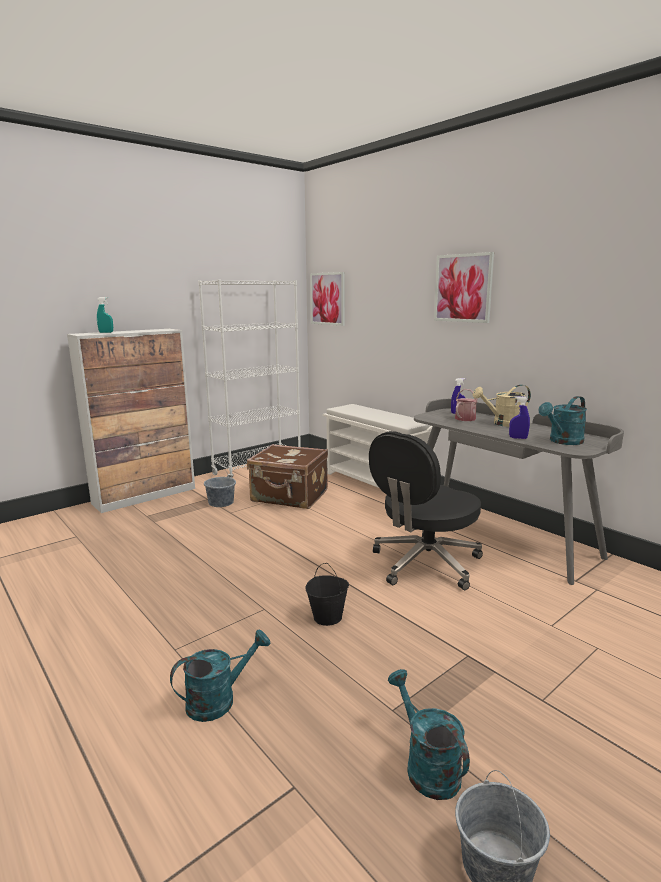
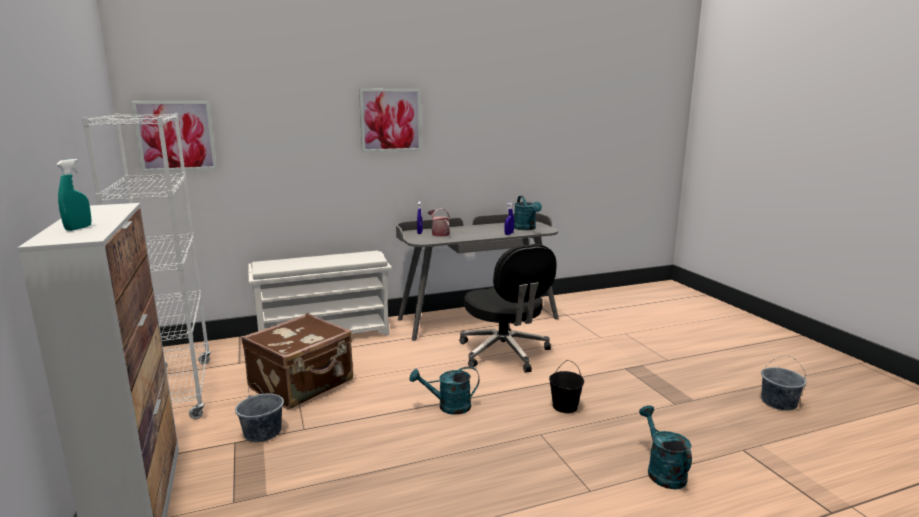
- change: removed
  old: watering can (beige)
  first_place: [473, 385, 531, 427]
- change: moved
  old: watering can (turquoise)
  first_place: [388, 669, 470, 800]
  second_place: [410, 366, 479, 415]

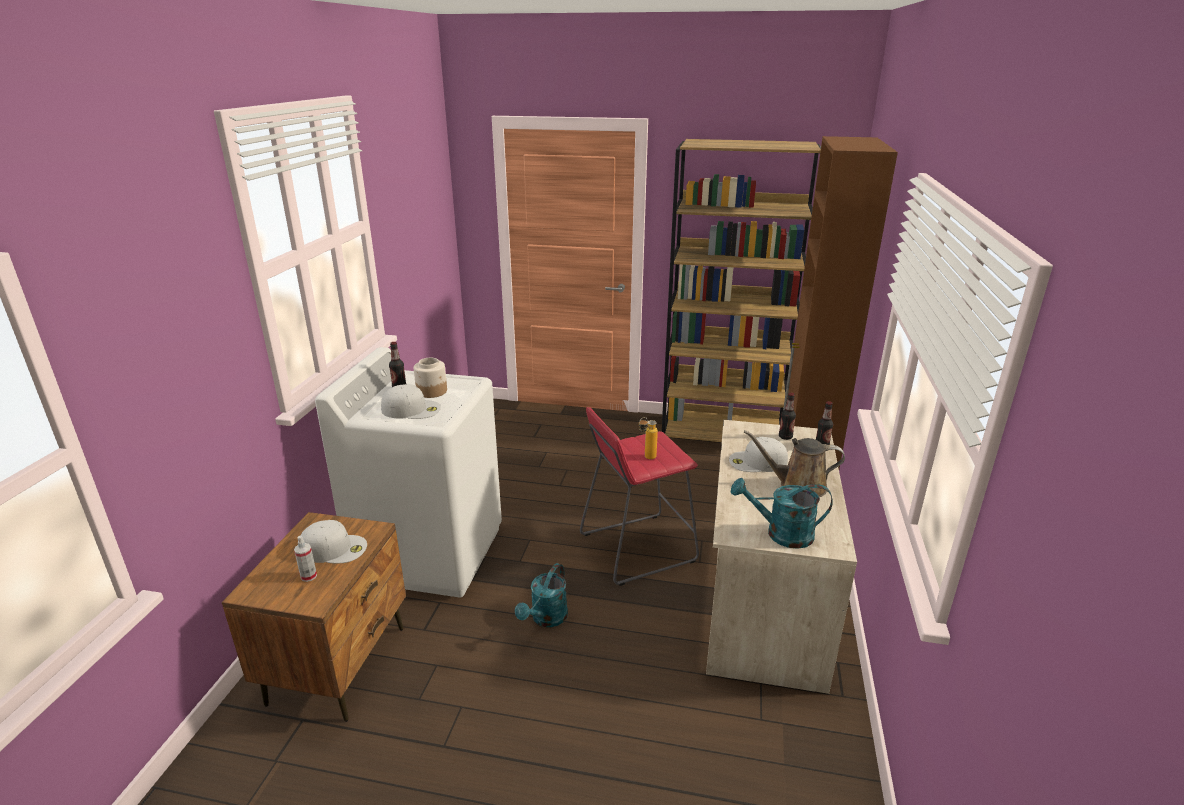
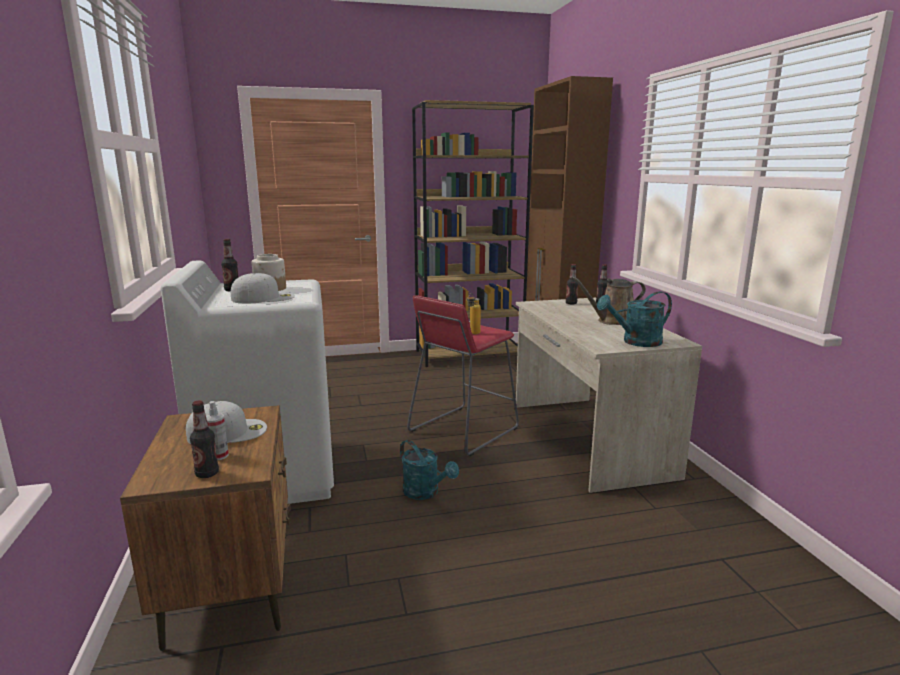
- change: removed
  old: cap (white)
  first_place: [729, 437, 788, 472]
- change: added
  new: bottle
  second_place: [190, 400, 219, 478]
- change: turned
  old: watering can (turquoise)
  first_place: [515, 563, 568, 627]
  second_place: [400, 440, 459, 500]
  degrees: -45

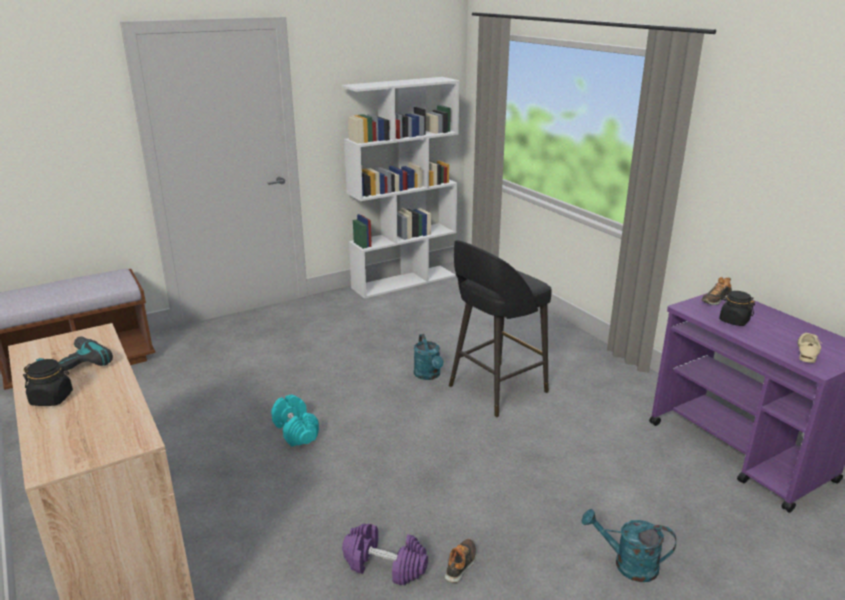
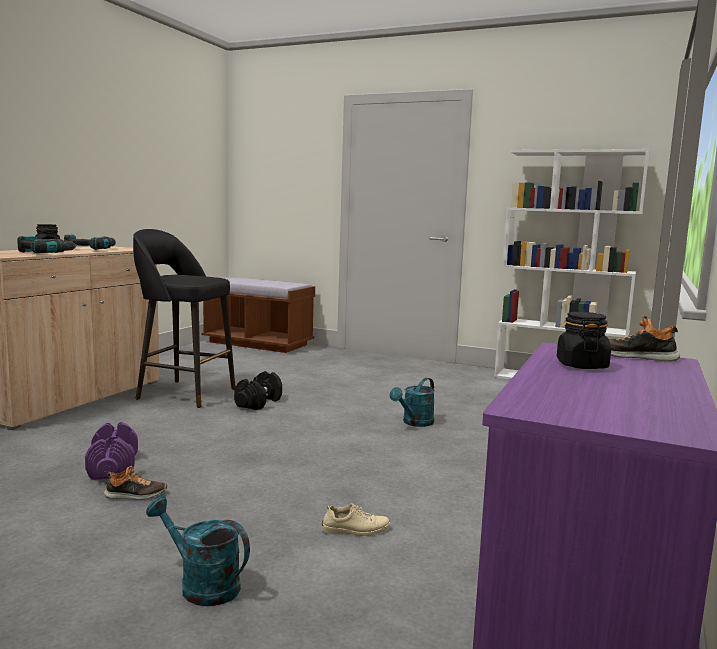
- change: added
  new: power drill
  second_place: [17, 236, 78, 253]
- change: moved
  old: stool (black)
  first_place: [449, 240, 552, 417]
  second_place: [133, 229, 236, 408]
- change: moved
  old: shoe (beige)
  first_place: [798, 333, 821, 363]
  second_place: [321, 503, 390, 536]
- change: recoloured
  old: dumbbell (turquoise)
  new: dumbbell (black)
  first_place: [271, 395, 319, 447]
  second_place: [234, 371, 282, 410]
- change: turned
  old: watering can (turquoise)
  first_place: [582, 509, 676, 582]
  second_place: [146, 496, 250, 606]
  degrees: -45

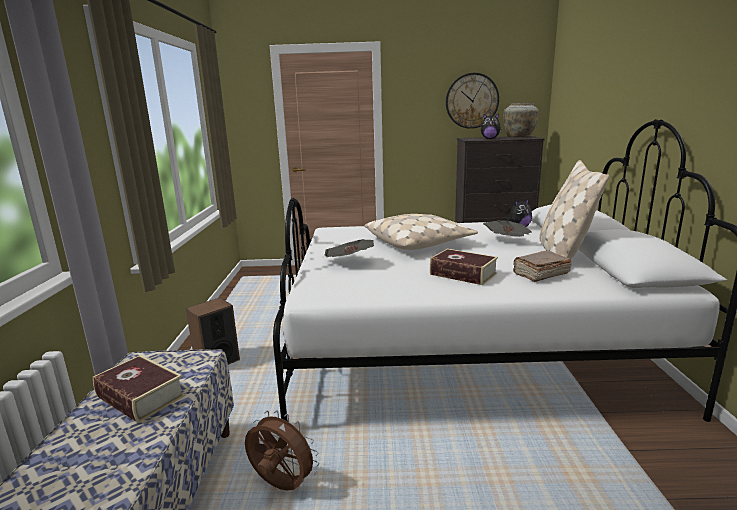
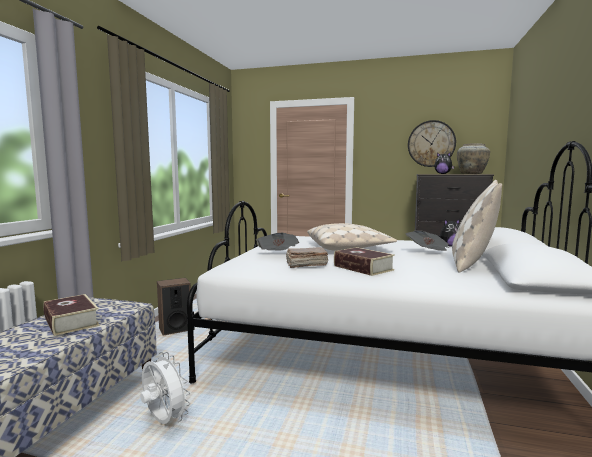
- change: moved
  old: book (brown)
  first_place: [513, 251, 572, 282]
  second_place: [286, 247, 328, 268]
- change: recoloured
  old: fan (brown)
  new: fan (white)
  first_place: [245, 410, 319, 491]
  second_place: [140, 352, 190, 424]

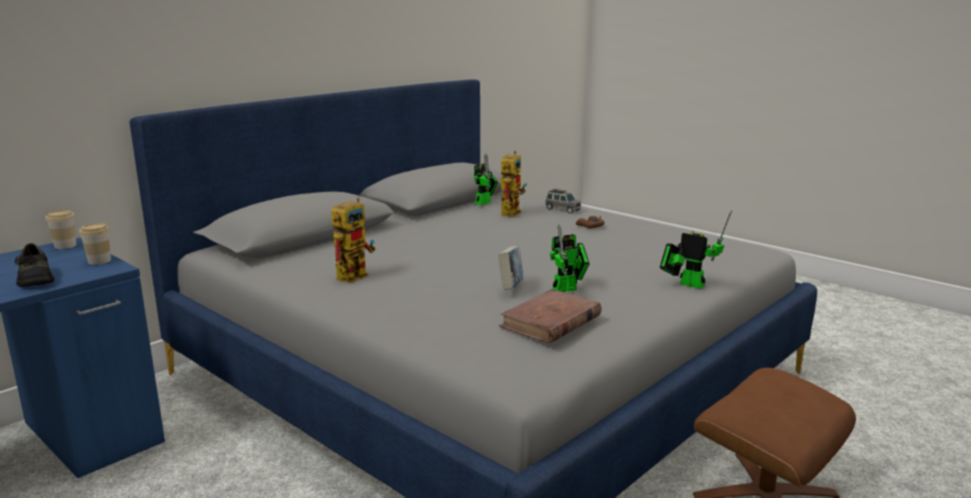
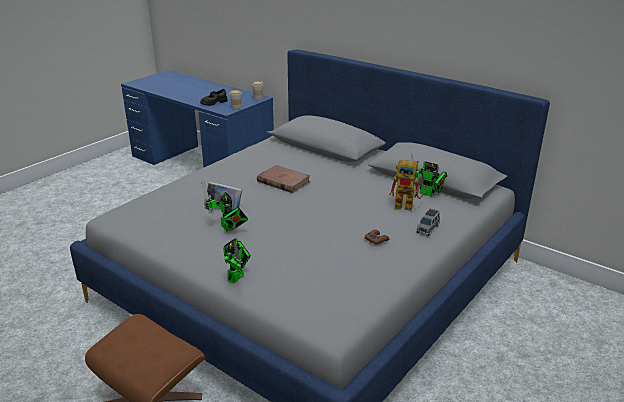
- change: removed
  old: toy robot
  first_place: [331, 197, 376, 283]
- change: moved
  old: book (brown)
  first_place: [499, 289, 602, 344]
  second_place: [257, 165, 310, 193]

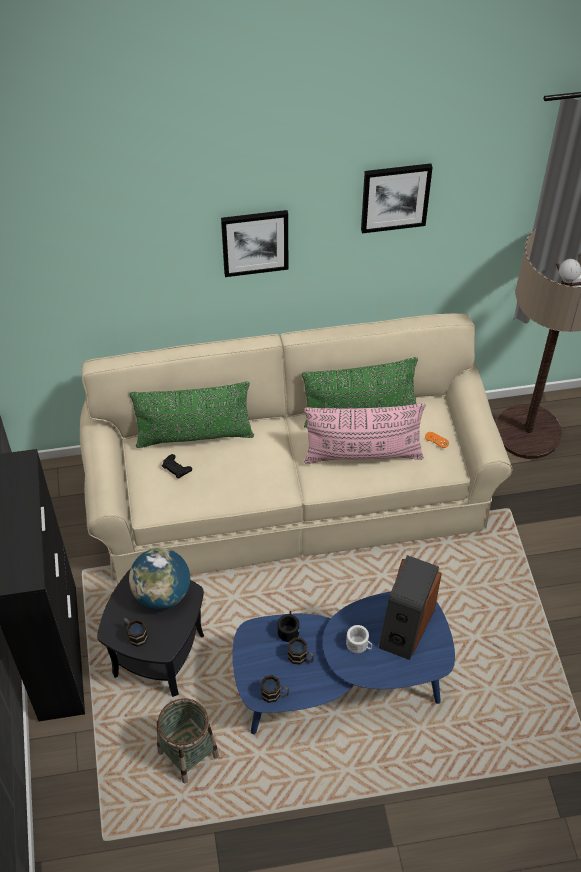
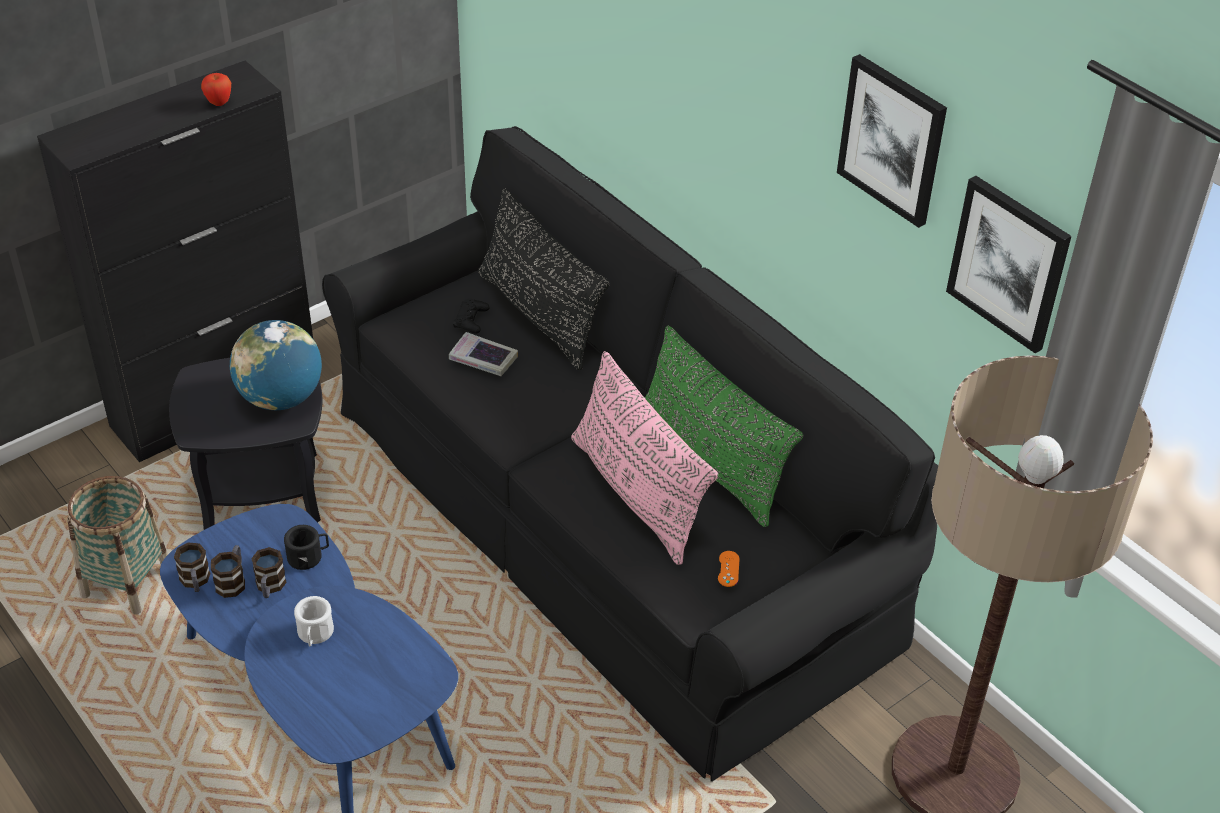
- change: removed
  old: speaker
  first_place: [379, 555, 442, 660]
- change: added
  new: apple
  second_place: [201, 73, 231, 106]
- change: added
  new: book
  second_place: [449, 332, 518, 376]
- change: moved
  old: mug
  first_place: [123, 618, 148, 647]
  second_place: [211, 545, 245, 598]
- change: moved
  old: picture
  first_place: [221, 210, 288, 277]
  second_place: [946, 176, 1072, 354]
- change: recoloured
  old: sofa (beige)
  new: sofa (black)
  first_place: [80, 314, 512, 585]
  second_place: [322, 126, 938, 782]
- change: recoloured
  old: pillow (green)
  new: pillow (black)
  first_place: [129, 382, 254, 448]
  second_place: [478, 188, 610, 370]

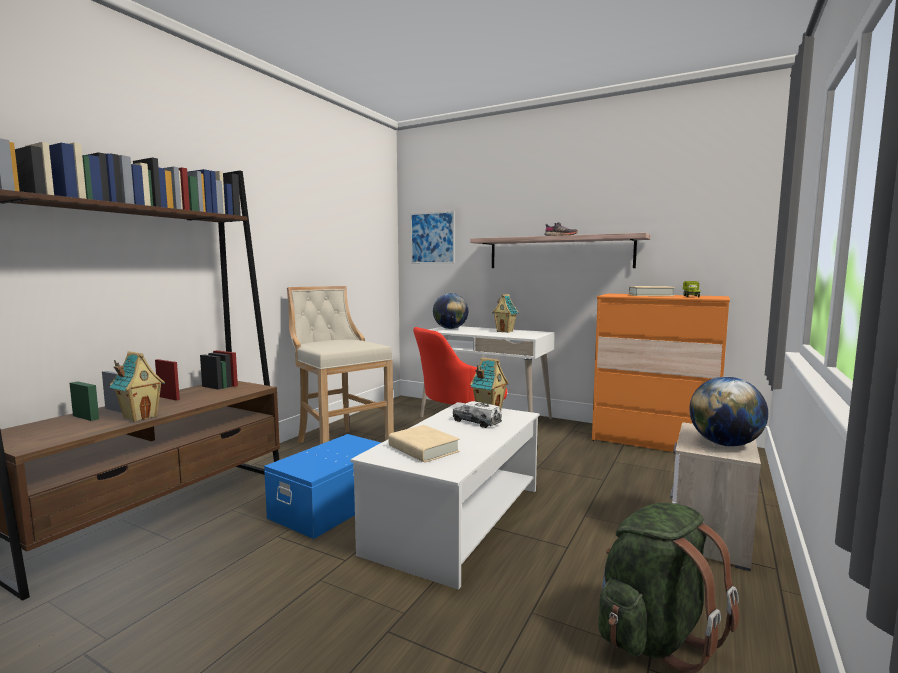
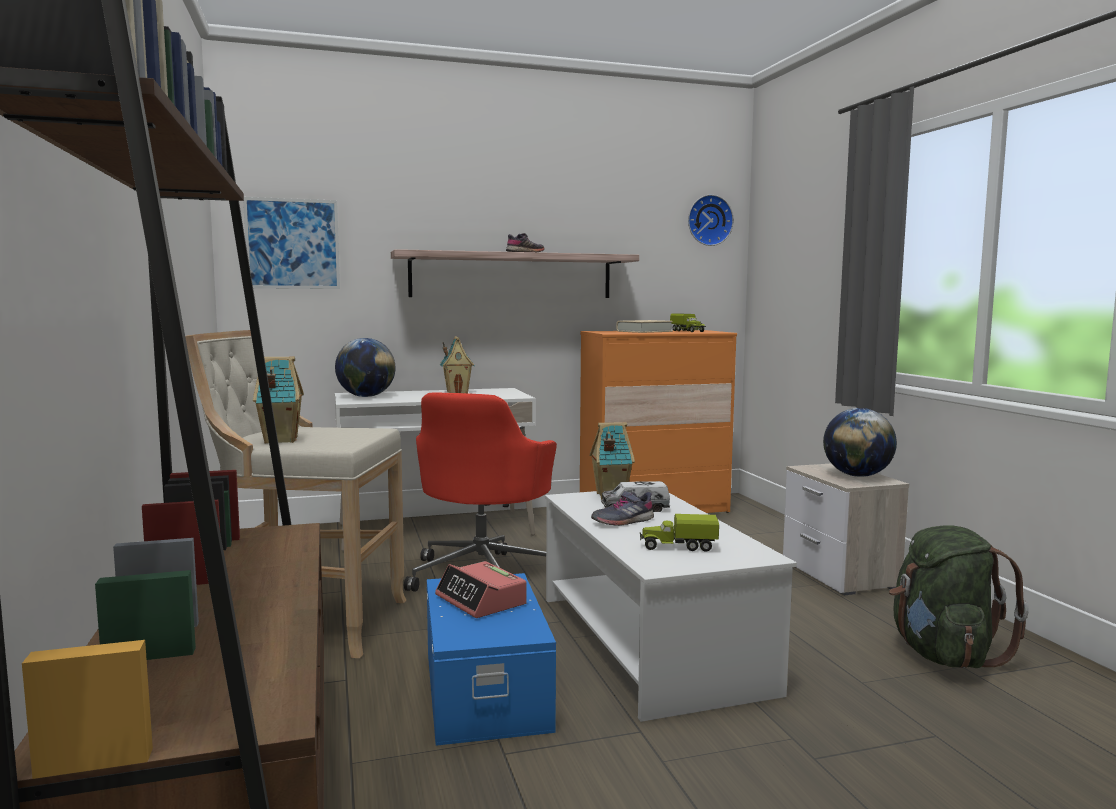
- change: added
  new: alarm clock
  second_place: [435, 561, 527, 618]
- change: added
  new: shoe (grey)
  second_place: [591, 491, 654, 526]
- change: added
  new: wall clock
  second_place: [688, 195, 734, 246]
- change: moved
  old: toy house
  first_place: [109, 351, 165, 422]
  second_place: [253, 356, 304, 444]
- change: replaced
  old: book (beige)
  new: toy truck
  first_place: [388, 425, 459, 463]
  second_place: [640, 514, 719, 552]

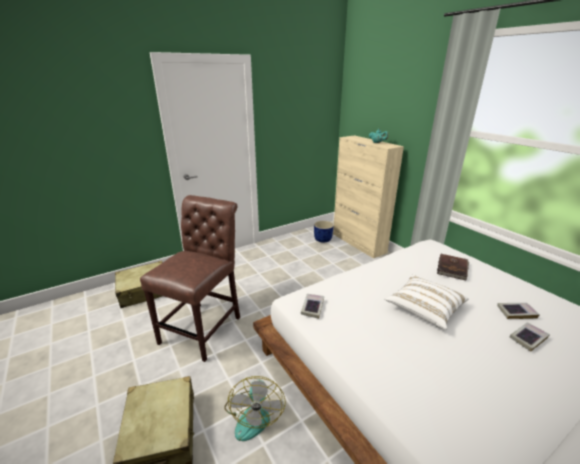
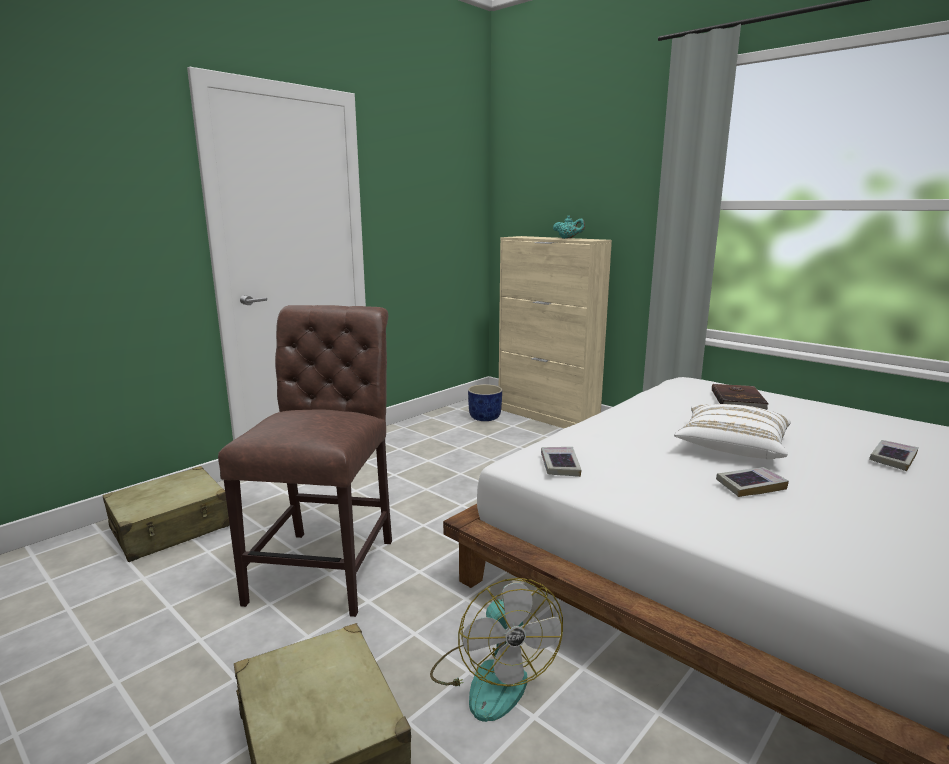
- change: moved
  old: book
  first_place: [497, 303, 540, 319]
  second_place: [716, 467, 789, 497]

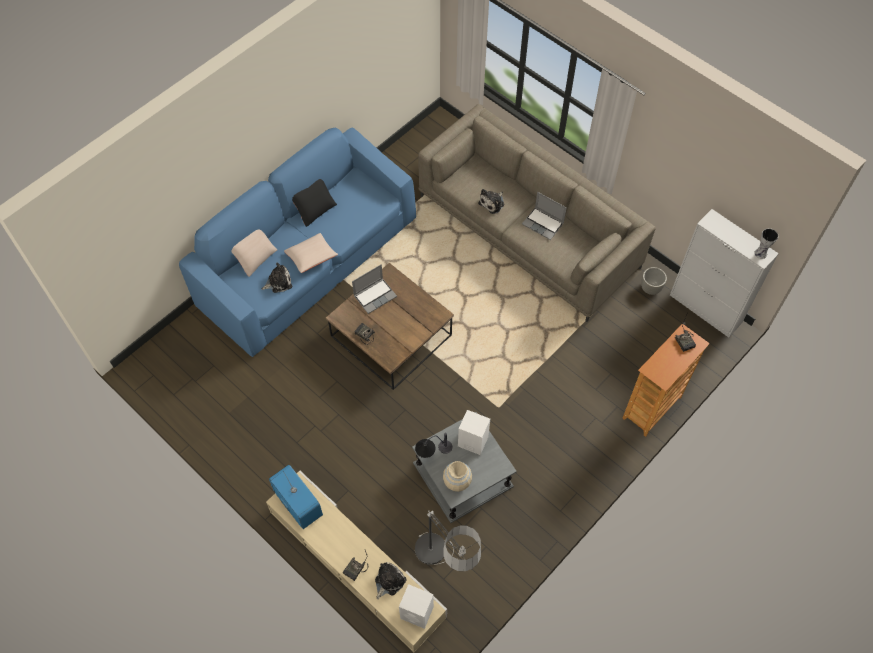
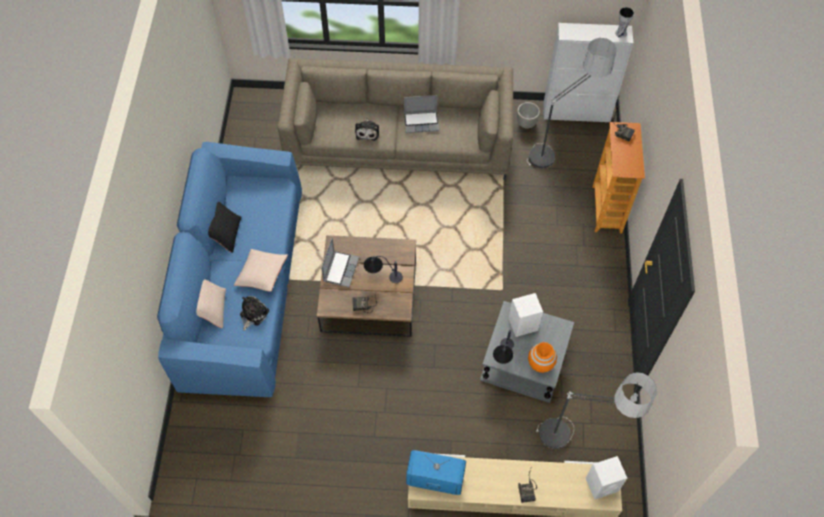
- change: removed
  old: plush toy
  first_place: [375, 562, 407, 599]
- change: added
  new: table lamp
  second_place: [364, 256, 403, 283]
- change: added
  new: floor lamp
  second_place: [527, 38, 616, 168]
- change: recoloured
  old: vase (beige)
  new: vase (orange)
  first_place: [443, 461, 472, 492]
  second_place: [528, 342, 557, 373]

